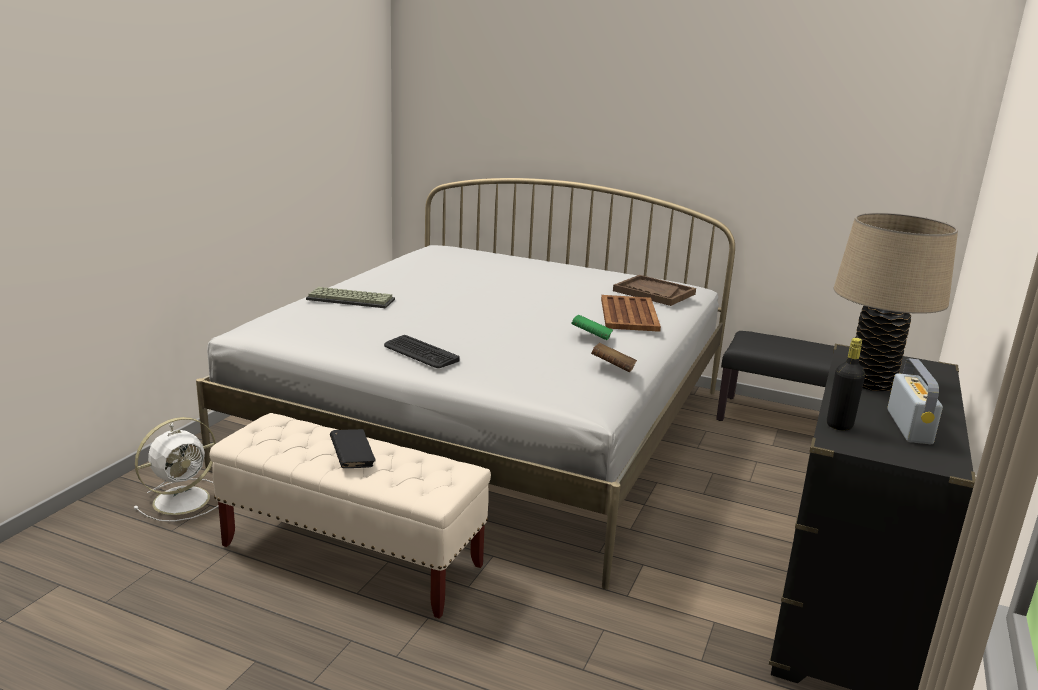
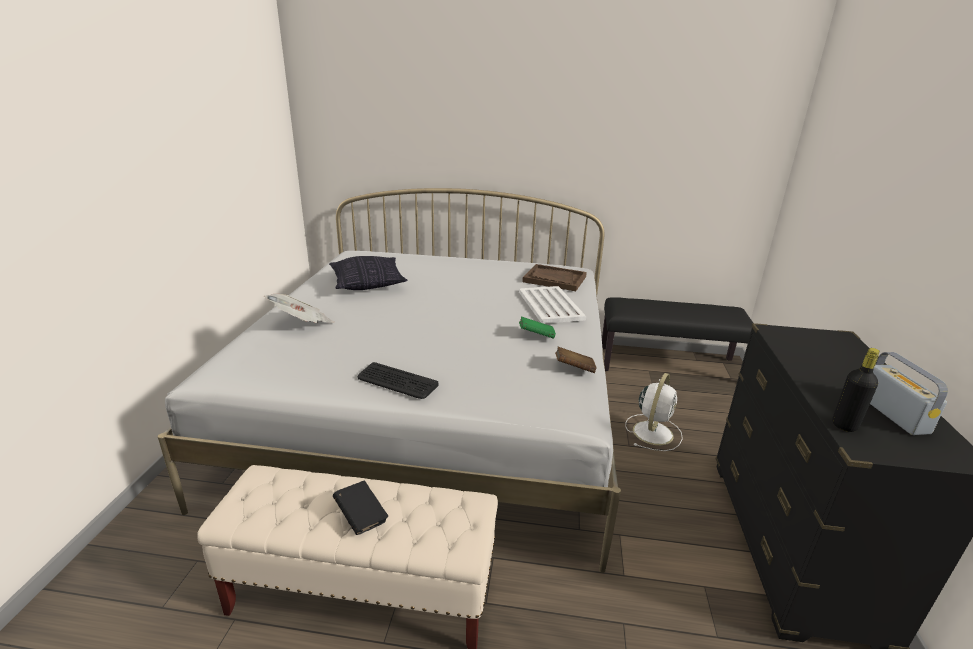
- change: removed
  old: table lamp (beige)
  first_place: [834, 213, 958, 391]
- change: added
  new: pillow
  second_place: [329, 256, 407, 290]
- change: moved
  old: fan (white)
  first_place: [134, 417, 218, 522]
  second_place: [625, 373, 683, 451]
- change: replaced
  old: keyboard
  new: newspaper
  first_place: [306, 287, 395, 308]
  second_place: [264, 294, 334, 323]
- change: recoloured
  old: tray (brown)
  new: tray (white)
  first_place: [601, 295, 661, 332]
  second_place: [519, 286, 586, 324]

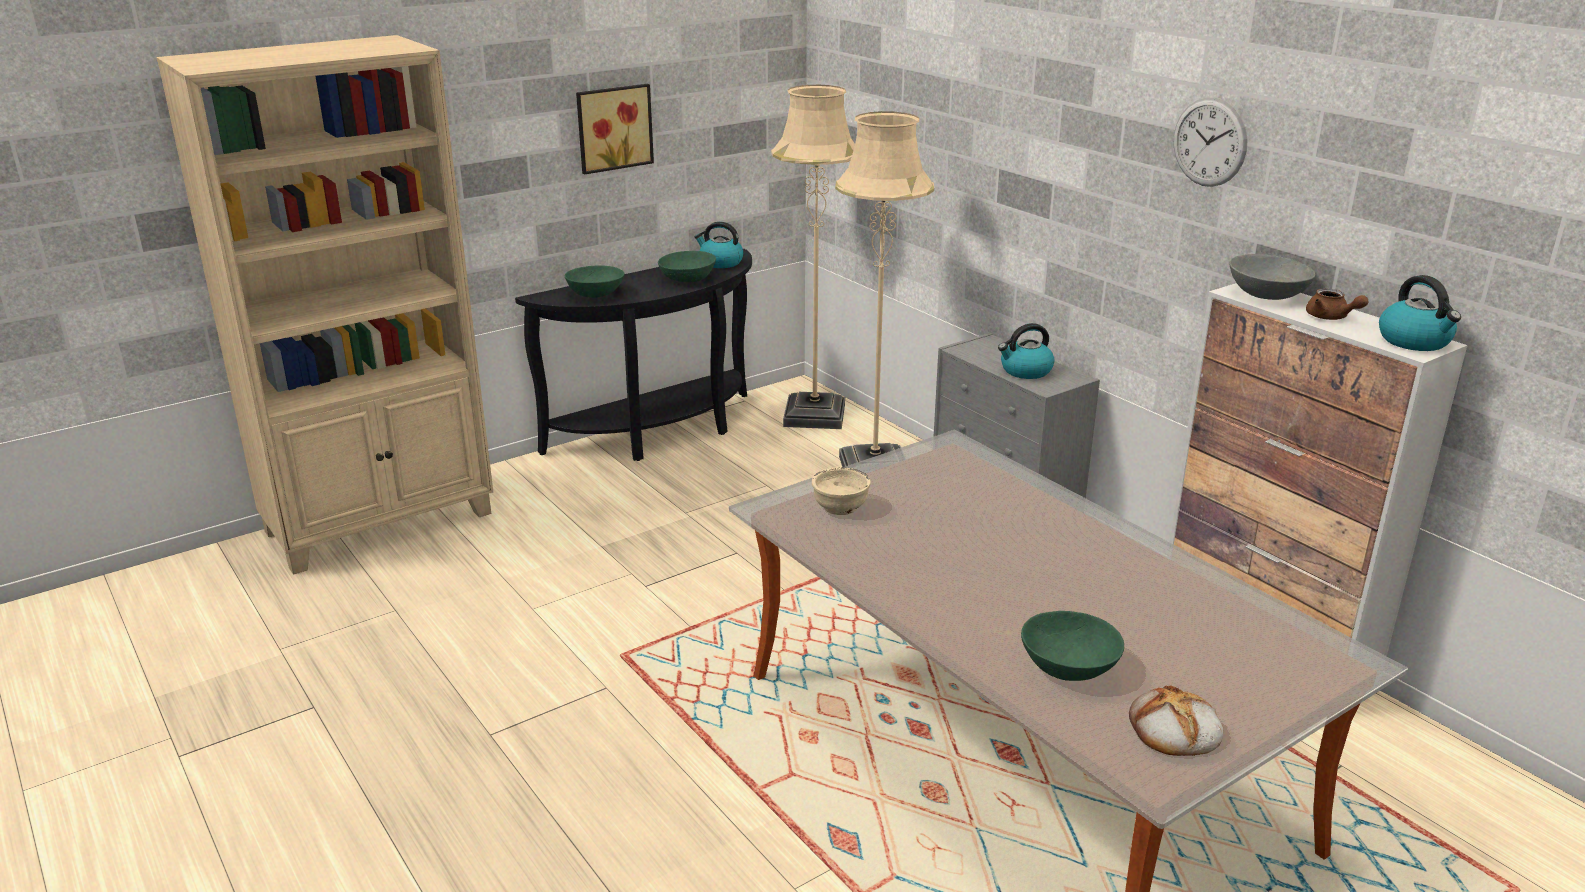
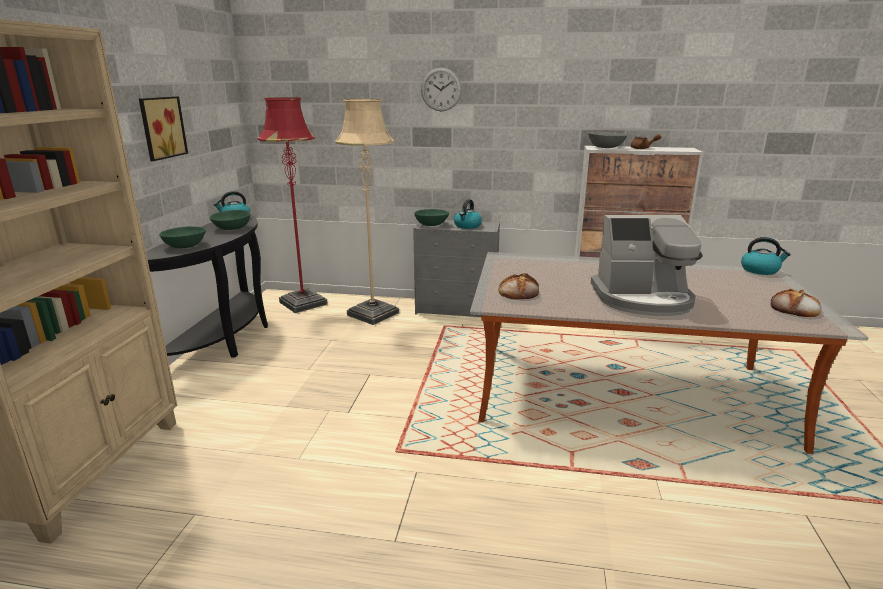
- change: added
  new: coffee machine
  second_place: [591, 215, 703, 316]
- change: moved
  old: bowl (green)
  first_place: [1021, 611, 1124, 681]
  second_place: [414, 209, 449, 226]
- change: moved
  old: wall clock
  first_place: [1174, 97, 1248, 187]
  second_place: [421, 68, 462, 111]
- change: moved
  old: kettle
  first_place: [1379, 275, 1461, 351]
  second_place: [741, 237, 791, 275]
- change: replaced
  old: bowl (beige)
  new: bread
  first_place: [812, 467, 870, 515]
  second_place: [498, 273, 539, 300]
- change: recoloured
  old: floor lamp (beige)
  new: floor lamp (red)
  first_place: [771, 85, 855, 429]
  second_place: [257, 97, 328, 313]

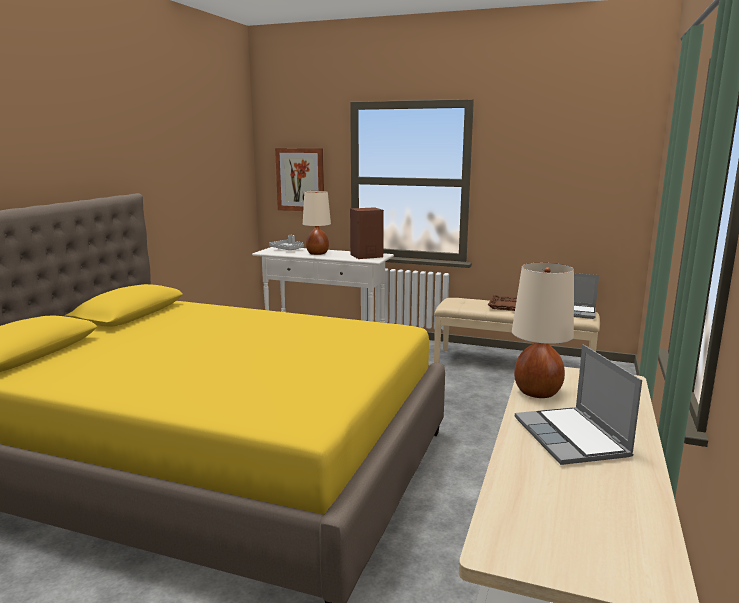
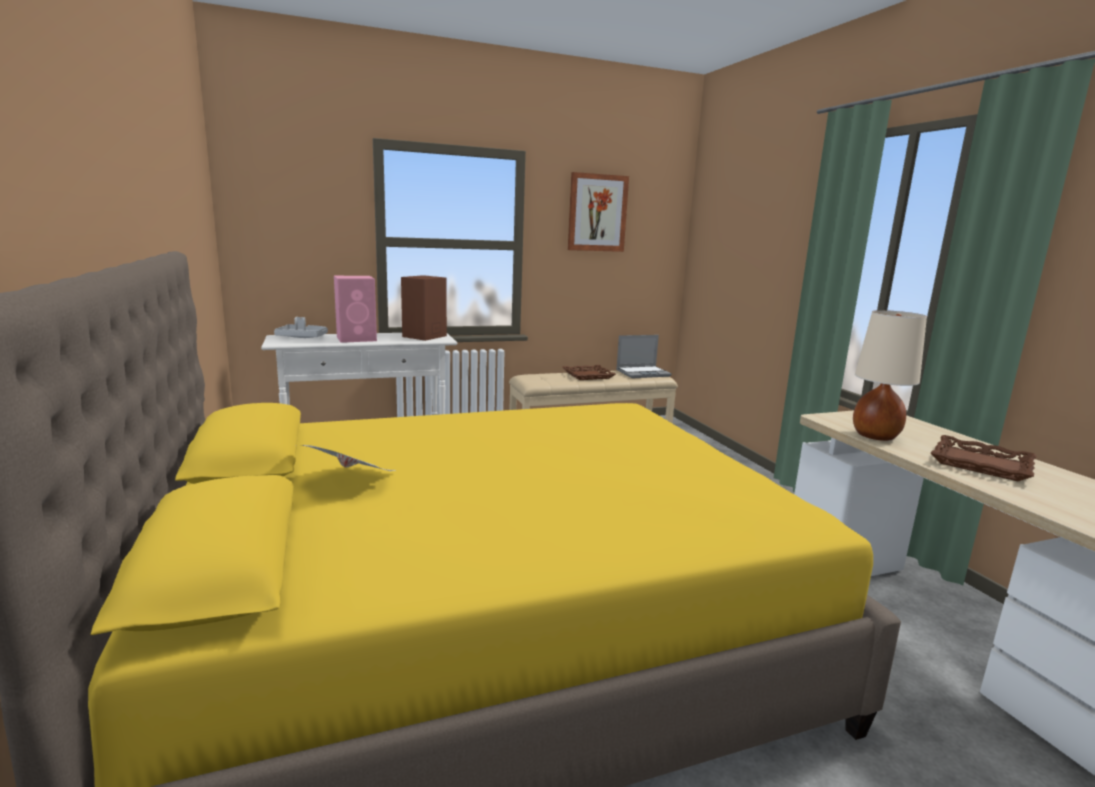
- change: added
  new: newspaper
  second_place: [301, 445, 396, 471]
- change: moved
  old: picture
  first_place: [275, 148, 324, 211]
  second_place: [568, 172, 629, 252]
- change: replaced
  old: table lamp (beige)
  new: speaker (pink)
  first_place: [303, 191, 331, 255]
  second_place: [334, 276, 377, 343]
- change: replaced
  old: laptop
  new: tray (brown)
  first_place: [515, 344, 642, 465]
  second_place: [931, 435, 1037, 481]

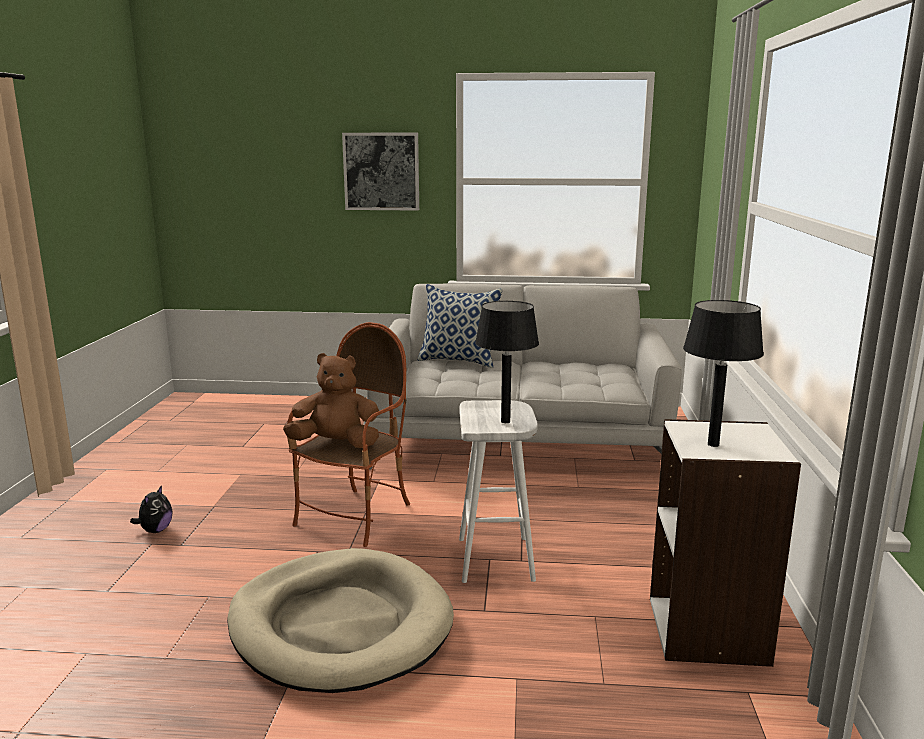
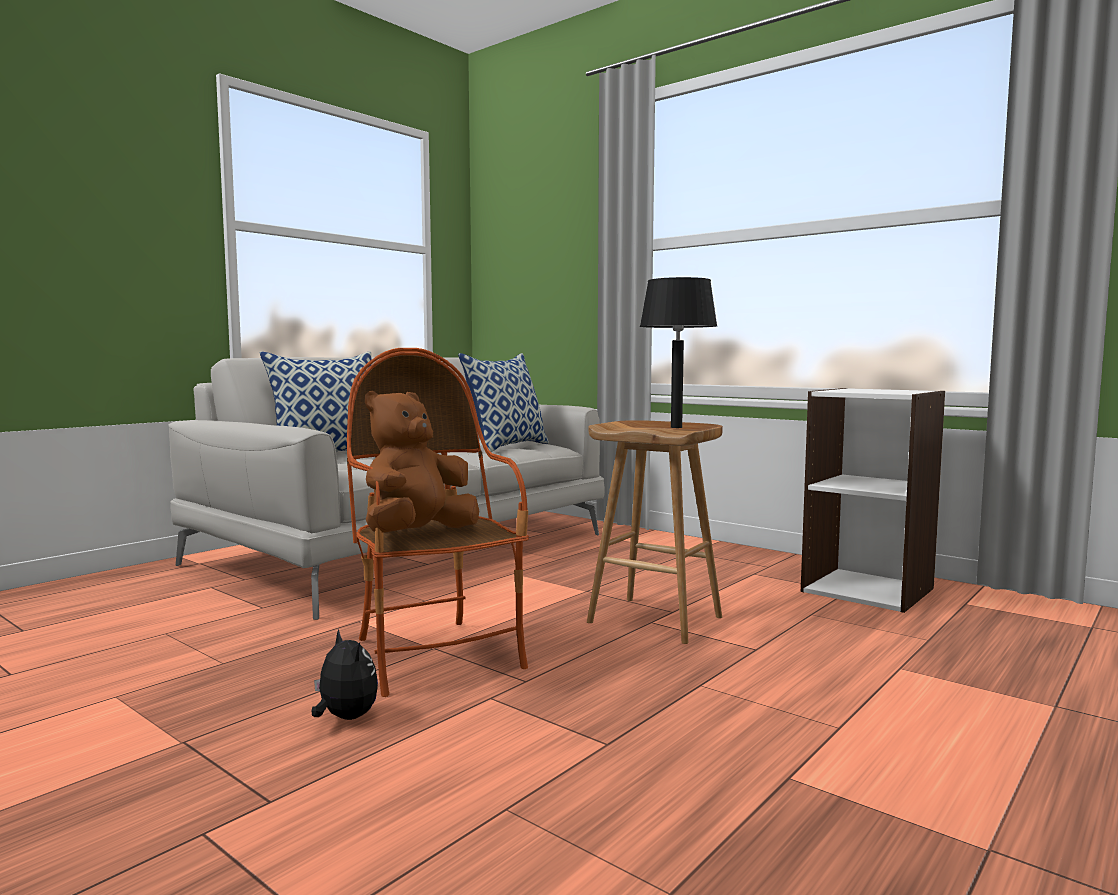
- change: removed
  old: dog bed (beige)
  first_place: [227, 548, 454, 693]
- change: removed
  old: picture
  first_place: [342, 133, 419, 211]
- change: removed
  old: table lamp (black)
  first_place: [683, 300, 764, 447]
- change: added
  new: pillow
  second_place: [458, 353, 549, 452]
- change: moved
  old: plush toy
  first_place: [130, 485, 173, 533]
  second_place: [311, 629, 378, 720]
- change: recoloured
  old: stool (white)
  new: stool (brown)
  first_place: [459, 400, 538, 583]
  second_place: [587, 420, 723, 644]

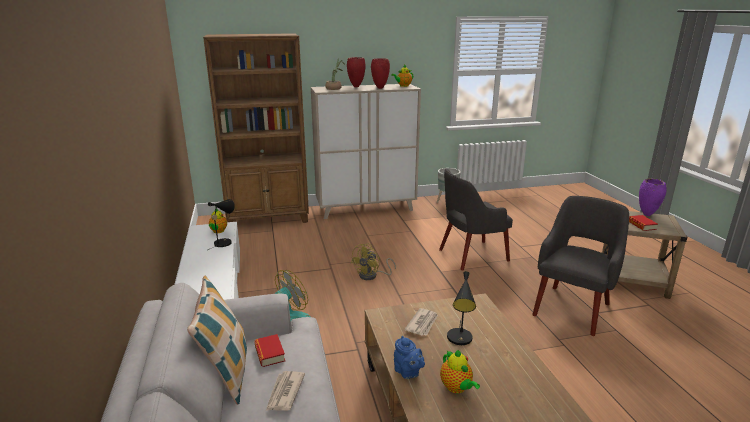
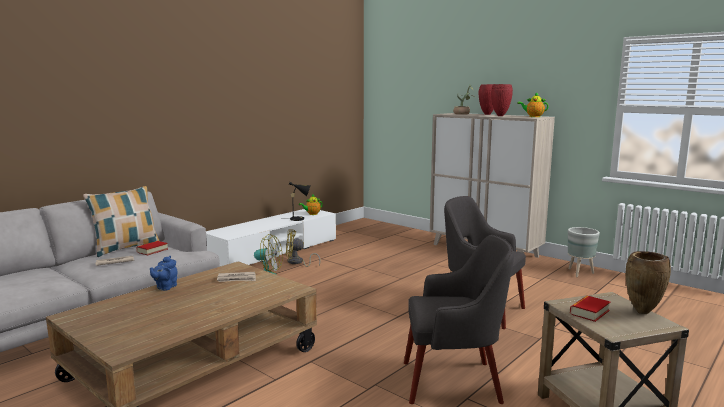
- change: removed
  old: bookcase (brown)
  first_place: [203, 33, 309, 223]
- change: removed
  old: teapot
  first_place: [440, 350, 480, 393]
- change: removed
  old: table lamp (black)
  first_place: [447, 271, 476, 345]
- change: moved
  old: fan (yellow)
  first_place: [350, 243, 396, 280]
  second_place: [286, 229, 321, 267]
- change: recoloured
  old: vase (purple)
  new: vase (brown)
  first_place: [639, 178, 667, 216]
  second_place: [626, 251, 671, 314]

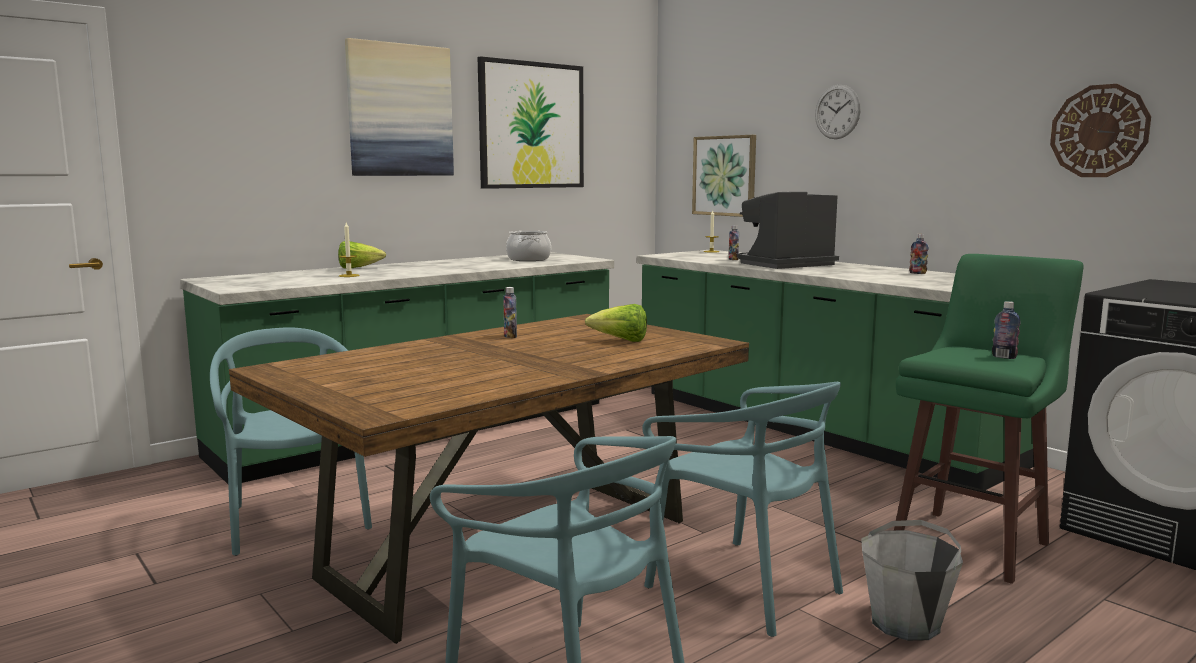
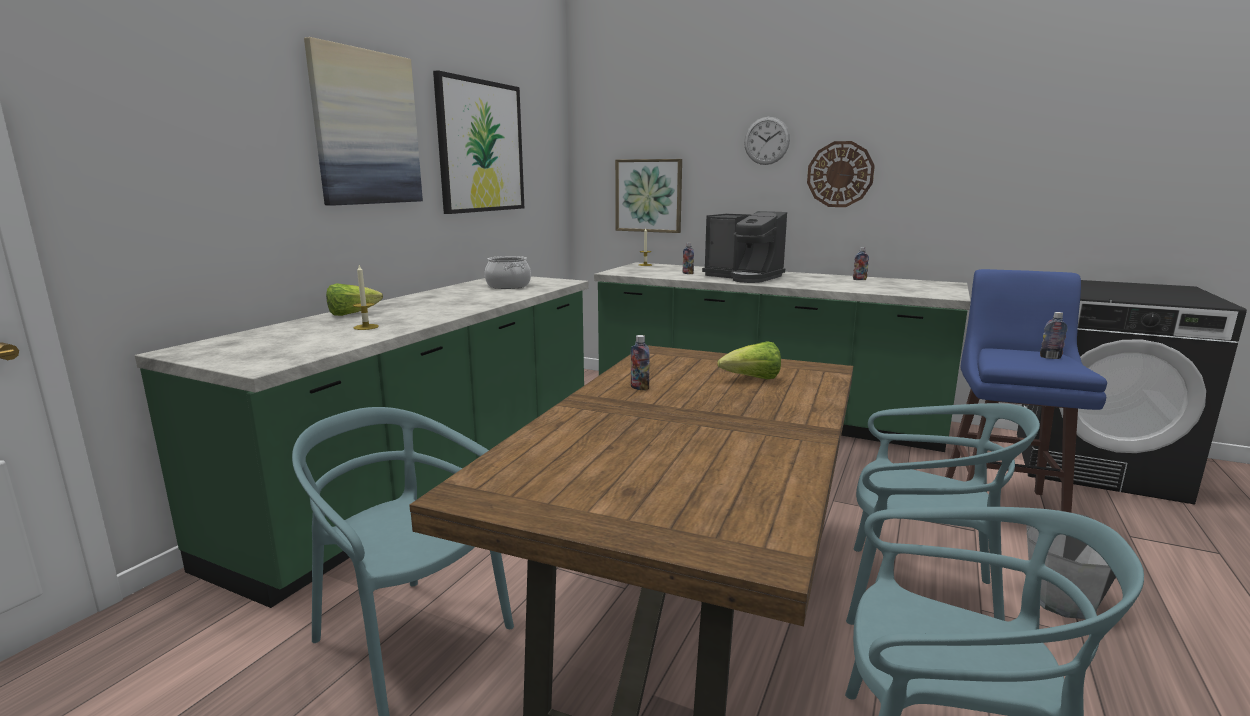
- change: moved
  old: wall clock
  first_place: [1050, 84, 1151, 177]
  second_place: [807, 141, 875, 207]
- change: recoloured
  old: stool (green)
  new: stool (blue)
  first_place: [894, 254, 1084, 584]
  second_place: [945, 269, 1107, 513]
- change: turned
  old: coffee machine
  first_place: [738, 192, 839, 269]
  second_place: [702, 211, 787, 283]
  degrees: -90

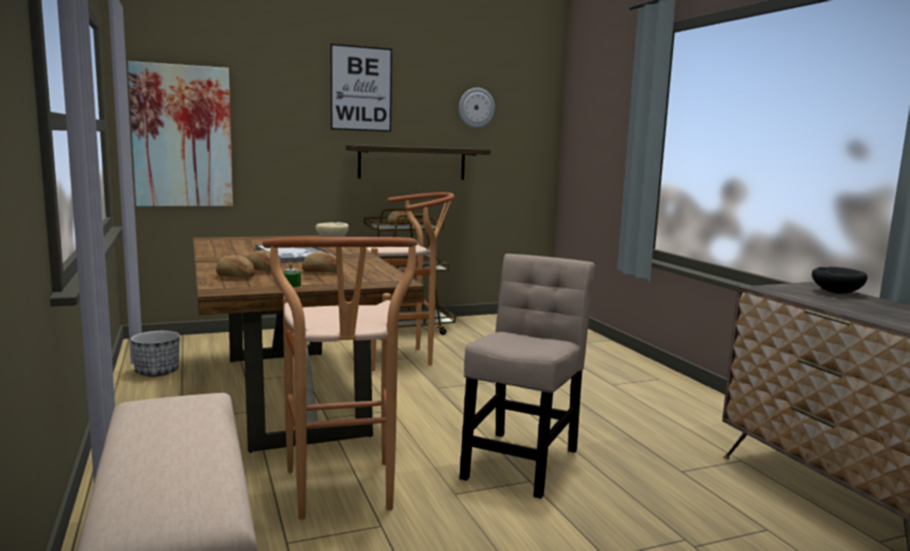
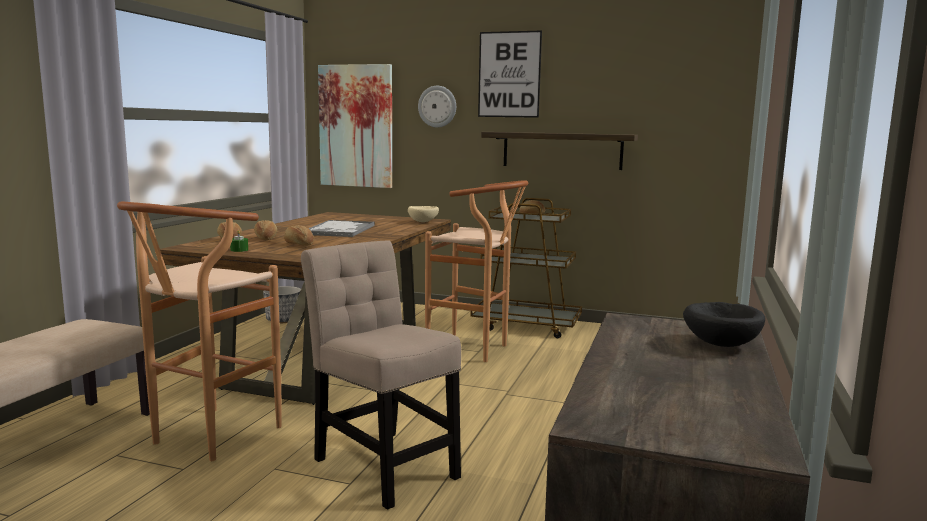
- change: moved
  old: wall clock
  first_place: [459, 88, 495, 128]
  second_place: [418, 86, 456, 128]
- change: turned
  old: chair (beige)
  first_place: [460, 254, 595, 499]
  second_place: [301, 240, 461, 509]
  degrees: -105

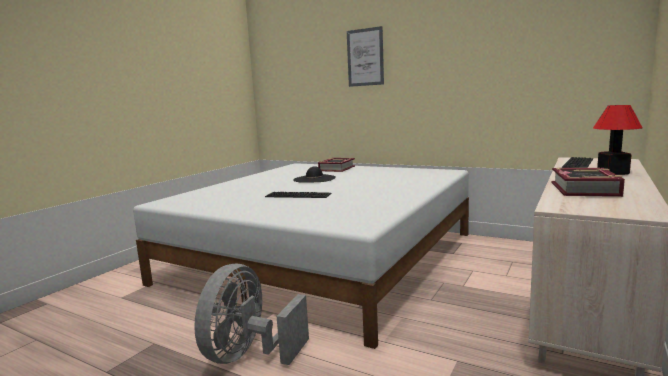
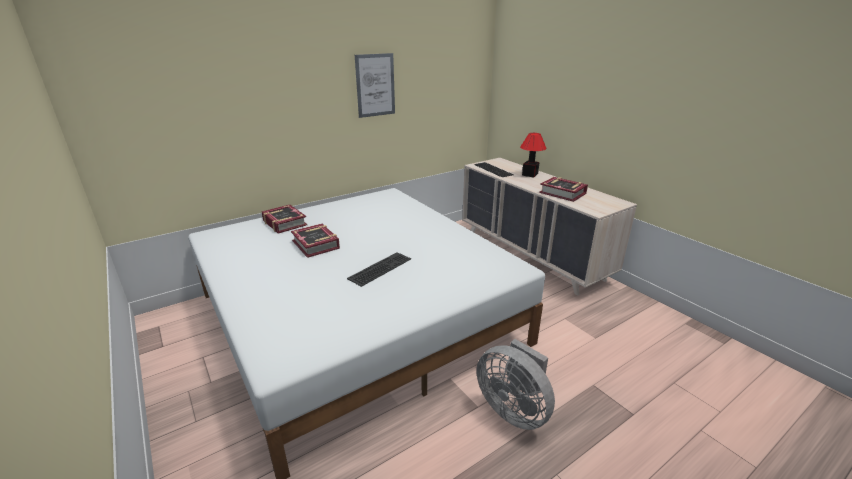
- change: moved
  old: picture
  first_place: [347, 26, 384, 87]
  second_place: [355, 53, 395, 118]
- change: replaced
  old: hat (black)
  new: book
  first_place: [293, 166, 336, 183]
  second_place: [291, 224, 340, 258]

